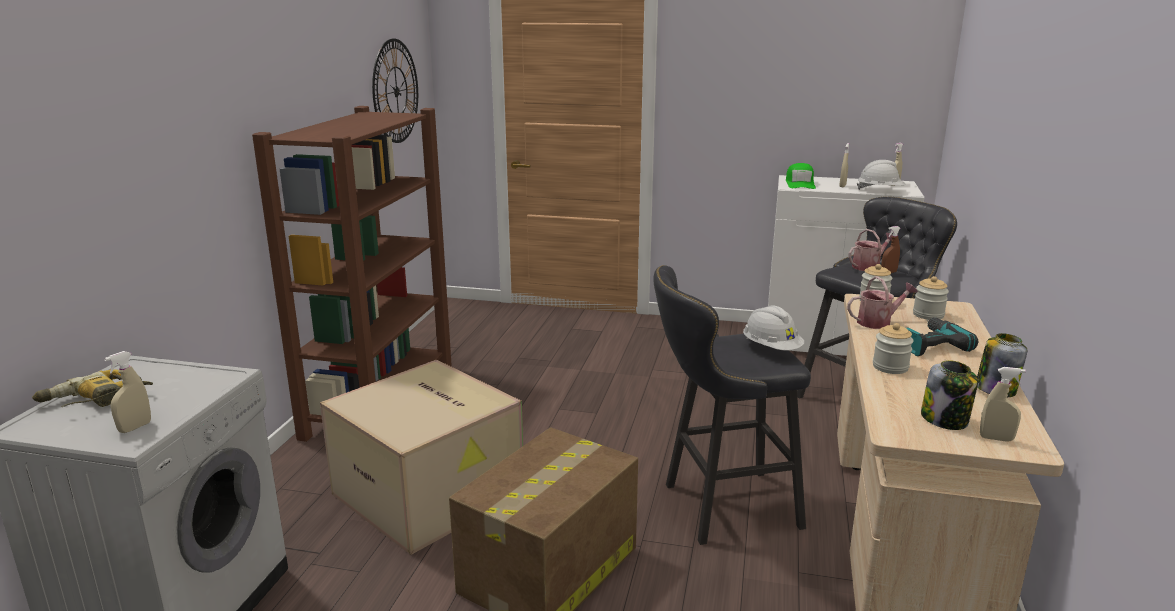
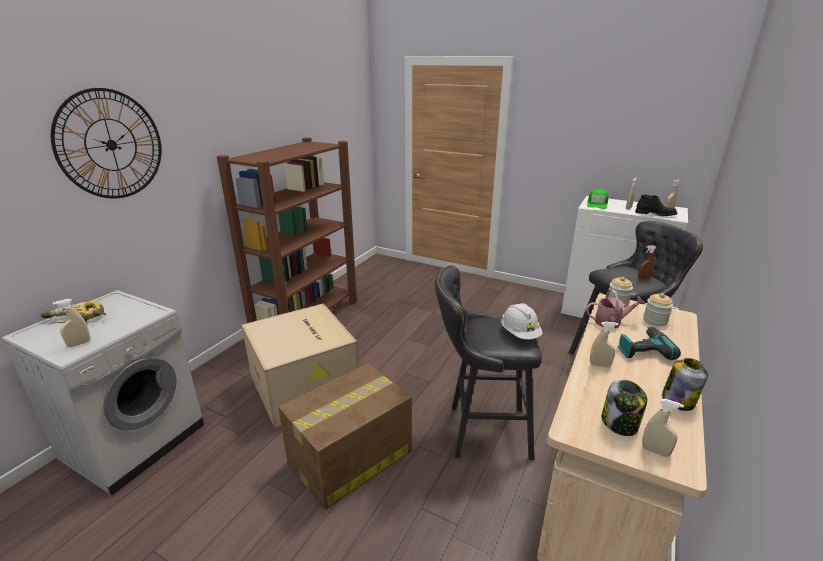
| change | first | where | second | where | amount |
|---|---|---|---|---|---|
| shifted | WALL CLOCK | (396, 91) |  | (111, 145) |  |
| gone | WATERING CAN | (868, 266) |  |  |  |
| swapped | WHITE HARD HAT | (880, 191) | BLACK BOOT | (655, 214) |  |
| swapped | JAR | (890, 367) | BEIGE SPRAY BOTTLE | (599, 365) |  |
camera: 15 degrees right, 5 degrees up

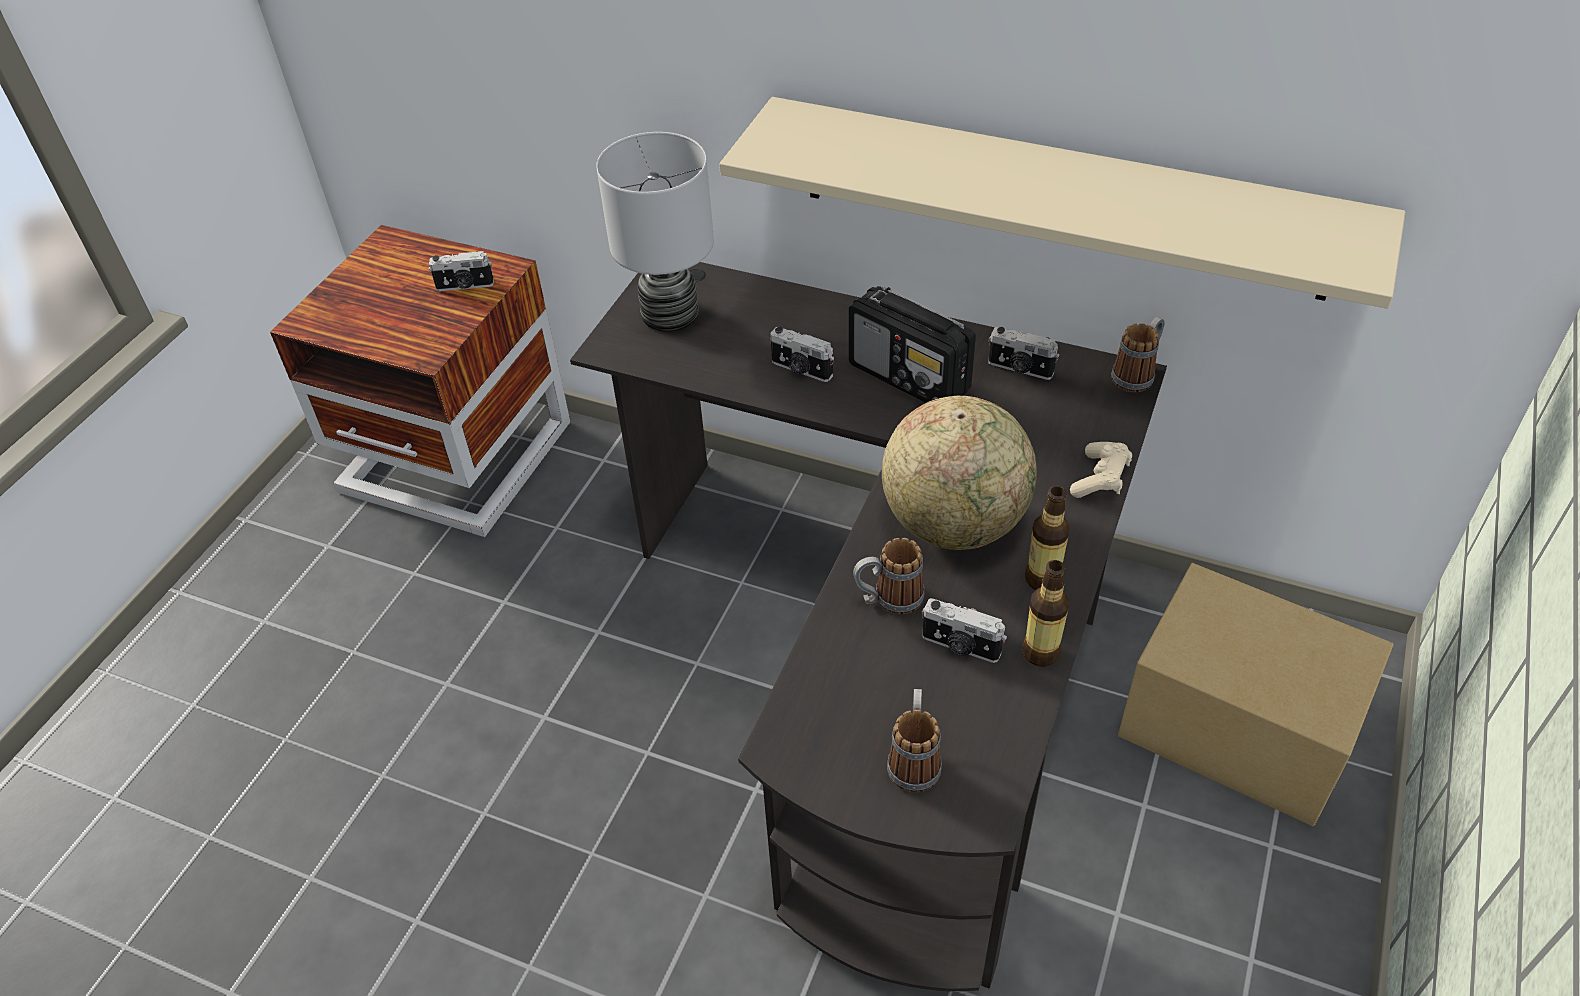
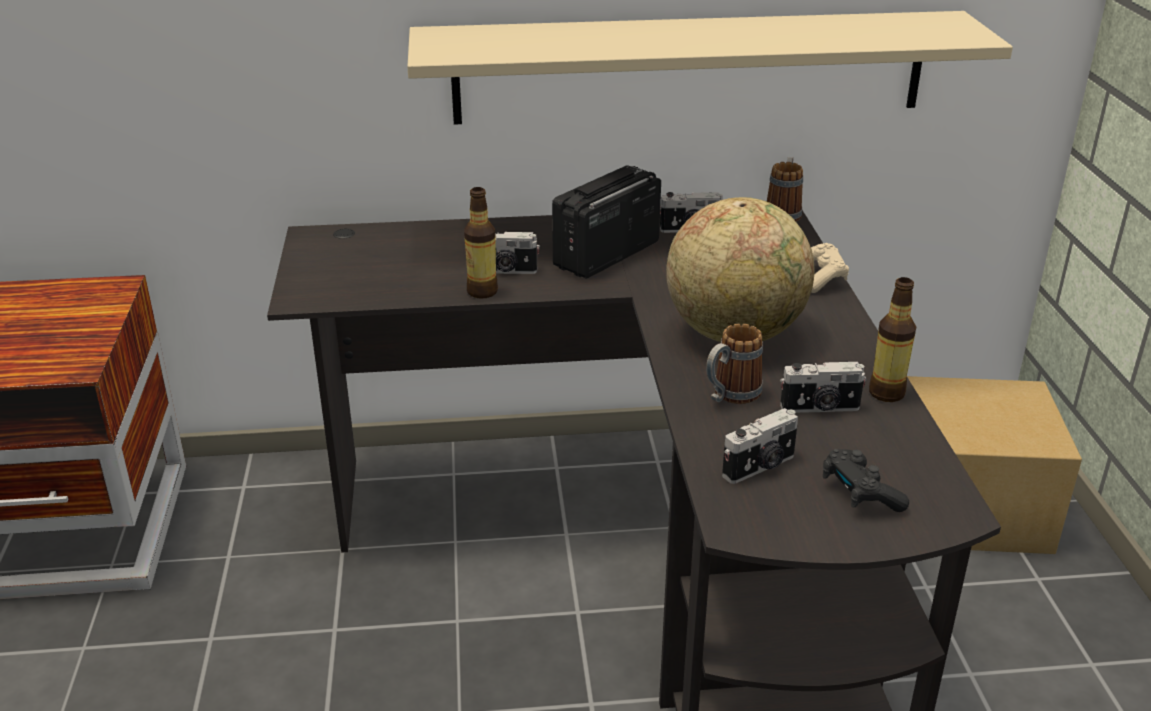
| change | first | where | second | where | amount |
|---|---|---|---|---|---|
| shifted | PHOTO CAMERA | (465, 286) |  | (760, 467) |  |
| gone | GREY TABLE LAMP | (670, 313) |  |  |  |
| rotated | RADIO | (910, 378) |  | (605, 255) | 120 degrees clockwise |
| swapped | MUG | (914, 759) | BLACK GAME CONTROLLER | (860, 493) |  |
| shifted | BOTTLE | (1042, 579) |  | (482, 292) |  |
camera: 30 degrees left, 15 degrees down

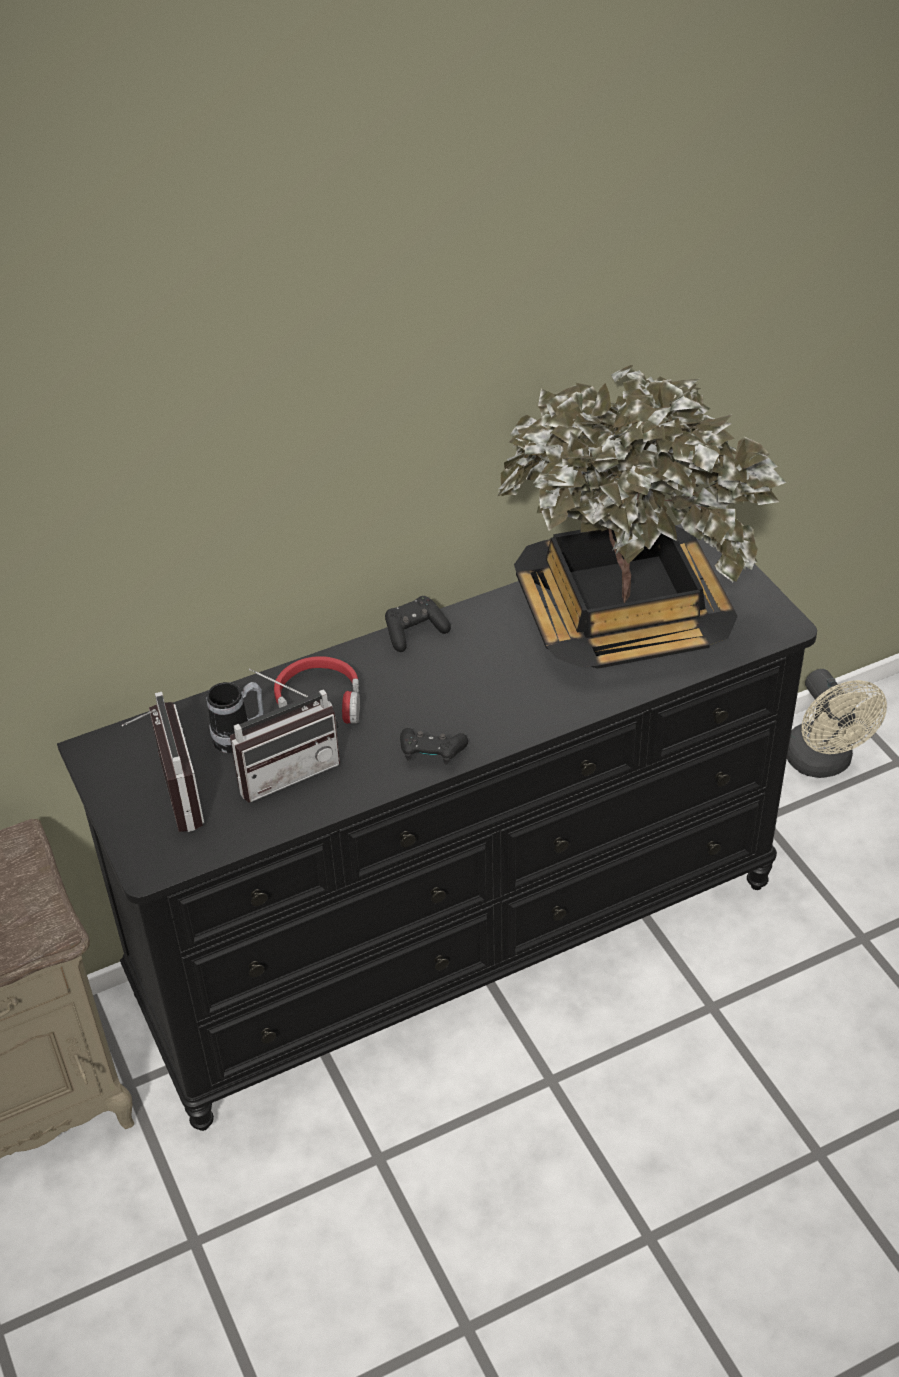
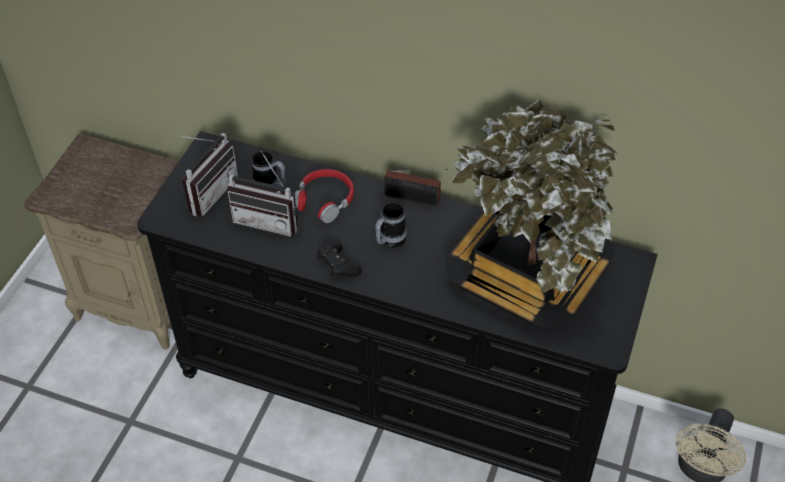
| change | first | where | second | where | amount |
|---|---|---|---|---|---|
| swapped | BLACK GAME CONTROLLER | (415, 632) | RADIO | (415, 199) |  |
| new |  |  | MUG | (389, 242) |  |
camera: 45 degrees right, 5 degrees up

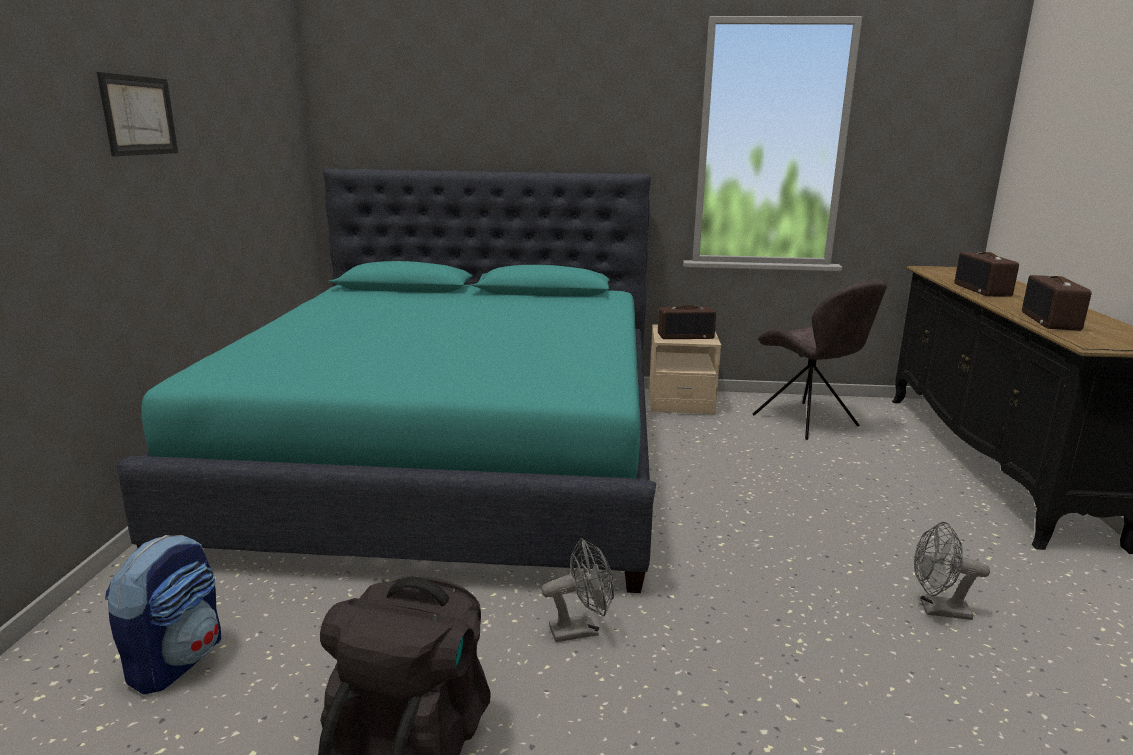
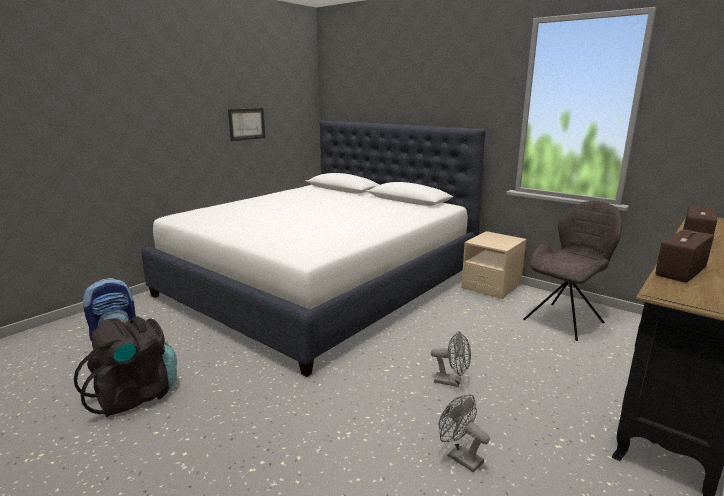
| change | first | where | second | where | amount |
|---|---|---|---|---|---|
| shifted | PICTURE | (138, 115) |  | (246, 124) |  |
| repainted | TURQUOISE BED | (453, 454) | WHITE BED | (321, 284) |  |
| shifted | GREY FAN | (581, 630) |  | (452, 381) |  |
| gone | RADIO | (685, 336) |  |  |  |
| rotated | GREY CHAIR | (807, 422) |  | (565, 320) | 135 degrees counterclockwise |
camera: 35 degrees right, 0 degrees up

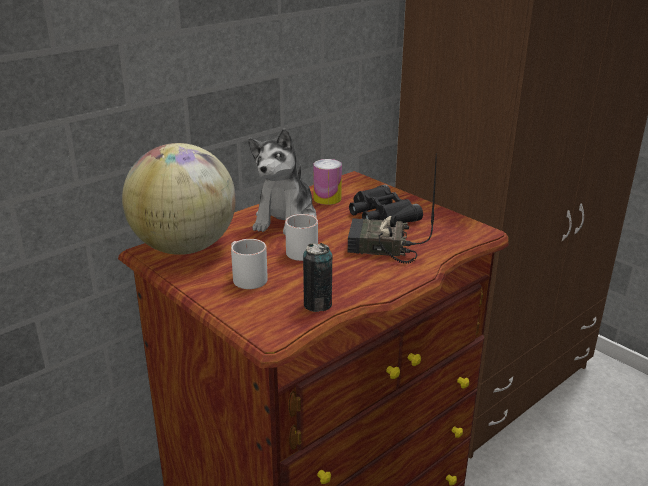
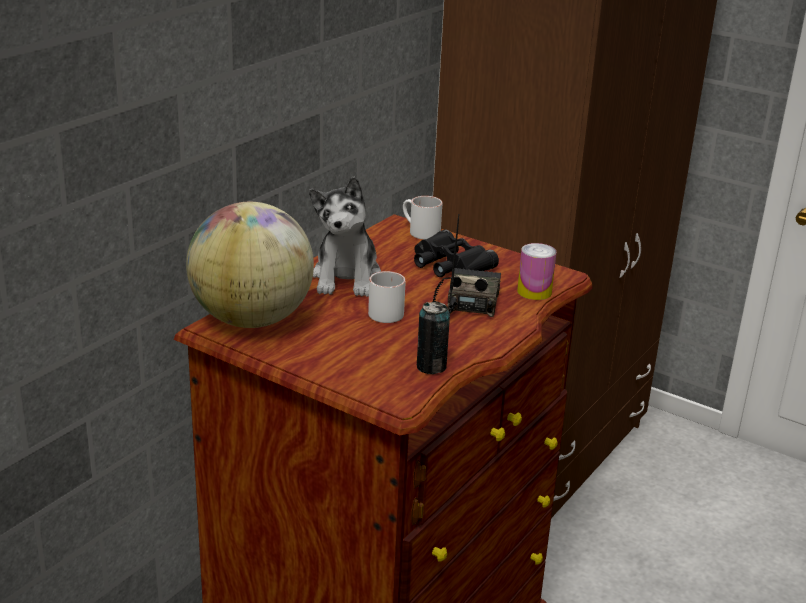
| change | first | where | second | where | amount |
|---|---|---|---|---|---|
| shifted | WHITE MUG | (245, 278) |  | (419, 232) |  |
| shifted | CAN | (327, 198) |  | (534, 292) |  |
| rotated | RADIO | (380, 248) |  | (466, 302) | 105 degrees clockwise |
camera: 15 degrees left, 0 degrees up

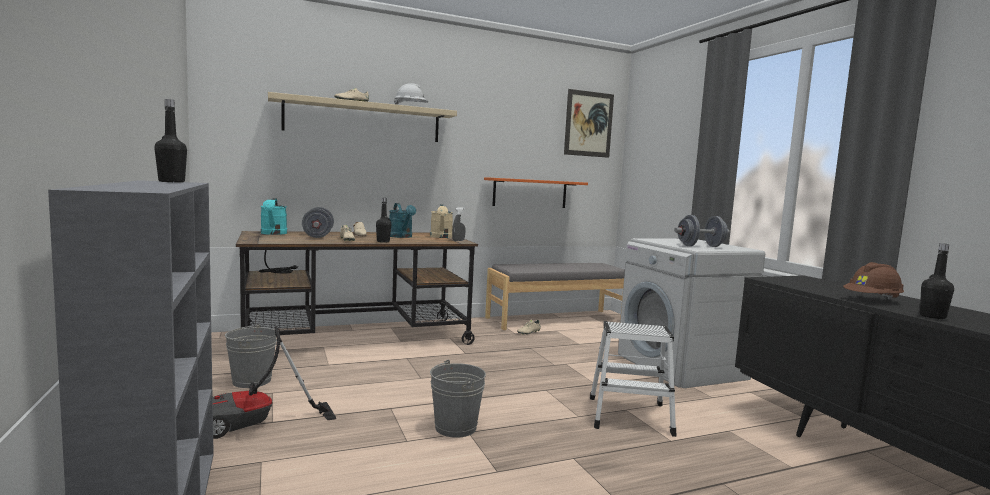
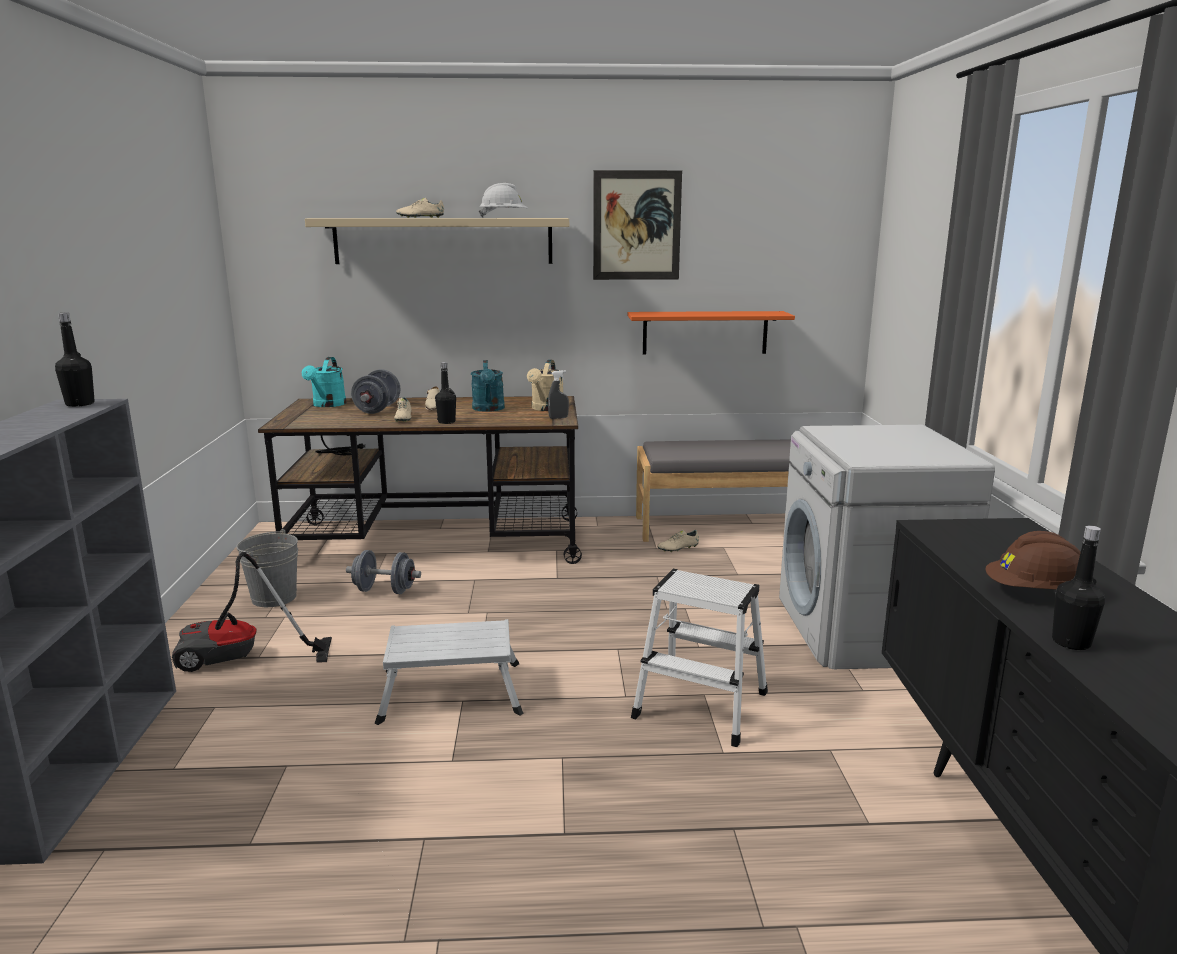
| change | first | where | second | where | amount |
|---|---|---|---|---|---|
| swapped | GREY BUCKET | (455, 427) | WHITE STEP LADDER | (452, 692) |  |
| shifted | PICTURE | (588, 124) |  | (636, 225) |  |
| shifted | GREY DUMBBELL | (700, 246) |  | (384, 590) |  |
camera: 20 degrees right, 10 degrees up

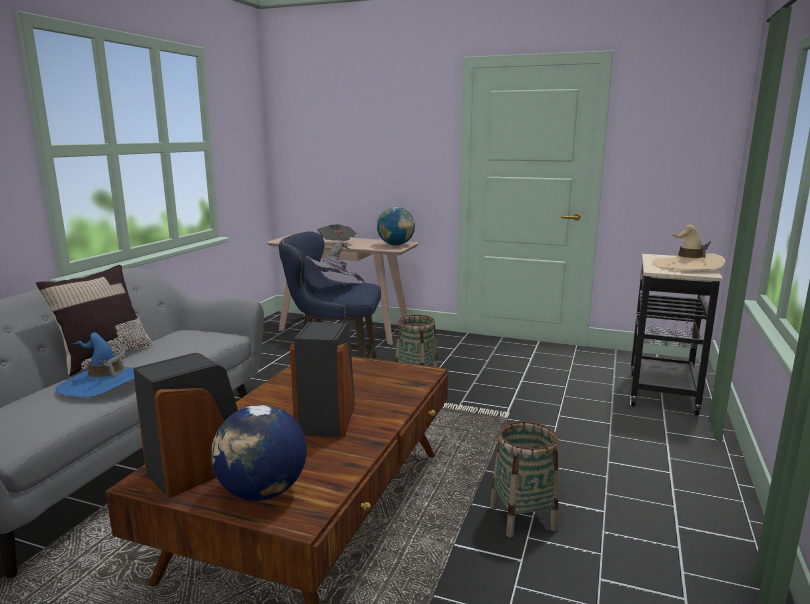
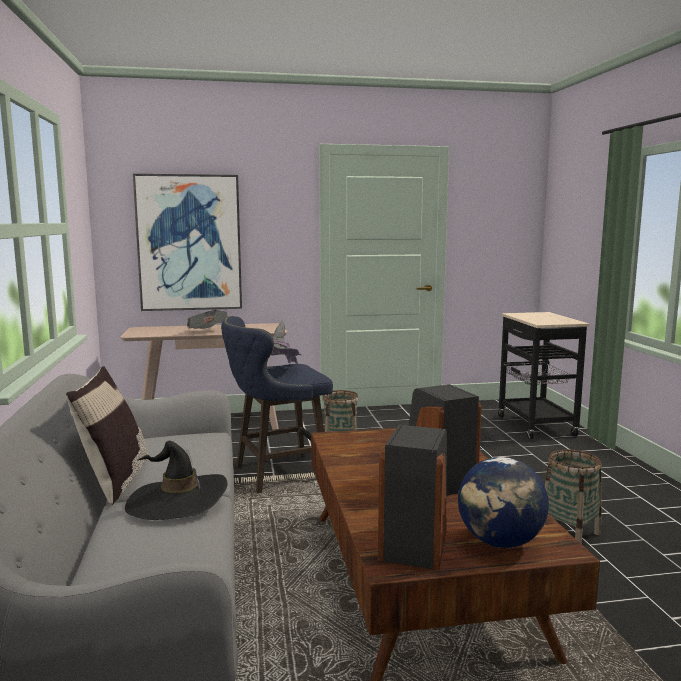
| change | first | where | second | where | amount |
|---|---|---|---|---|---|
| repainted | BLUE HAT | (104, 384) | BLACK HAT | (177, 501) |  |
| gone | GLOBE | (396, 245) |  |  |  |
| gone | BEIGE HAT | (687, 266) |  |  |  |
| new |  |  | PICTURE | (189, 243) |  |
camera: 30 degrees left, 5 degrees down

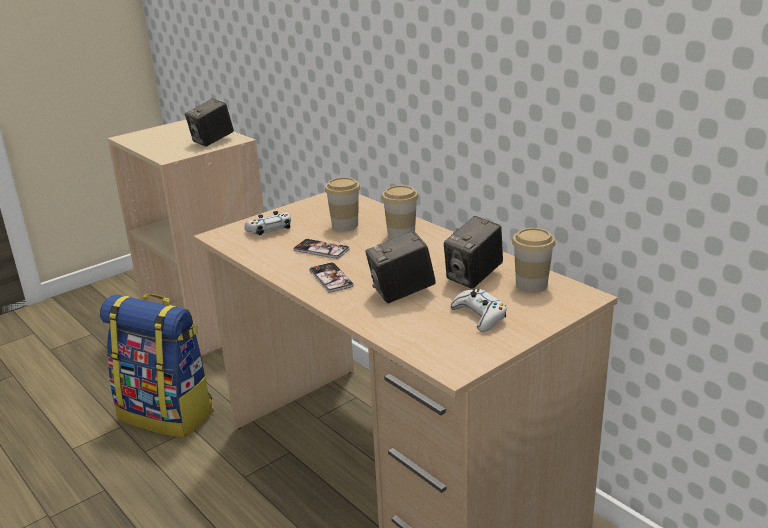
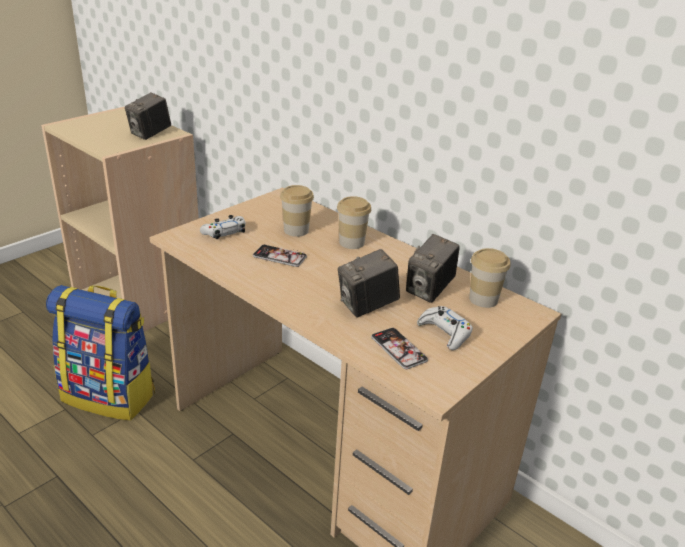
| change | first | where | second | where | amount |
|---|---|---|---|---|---|
| shifted | PHONE | (331, 278) |  | (398, 349) |  |
camera: 10 degrees left, 5 degrees up

